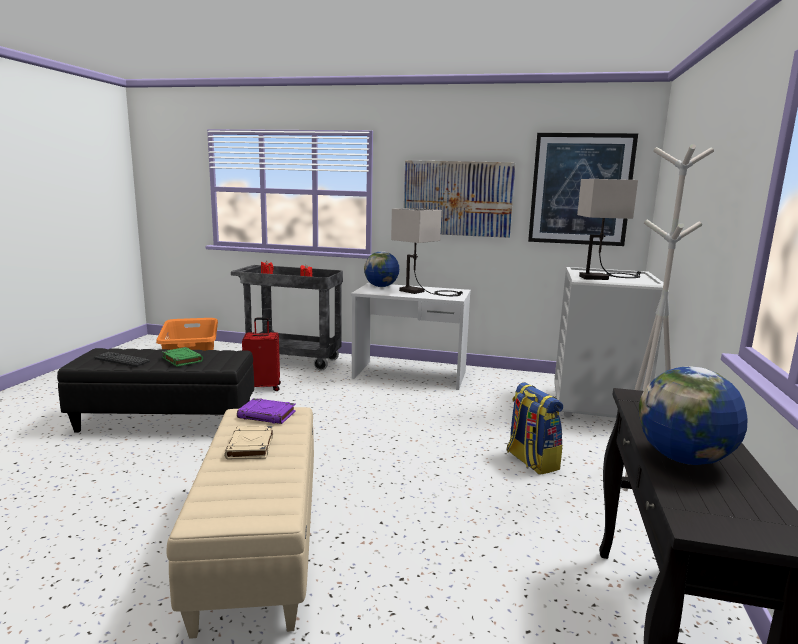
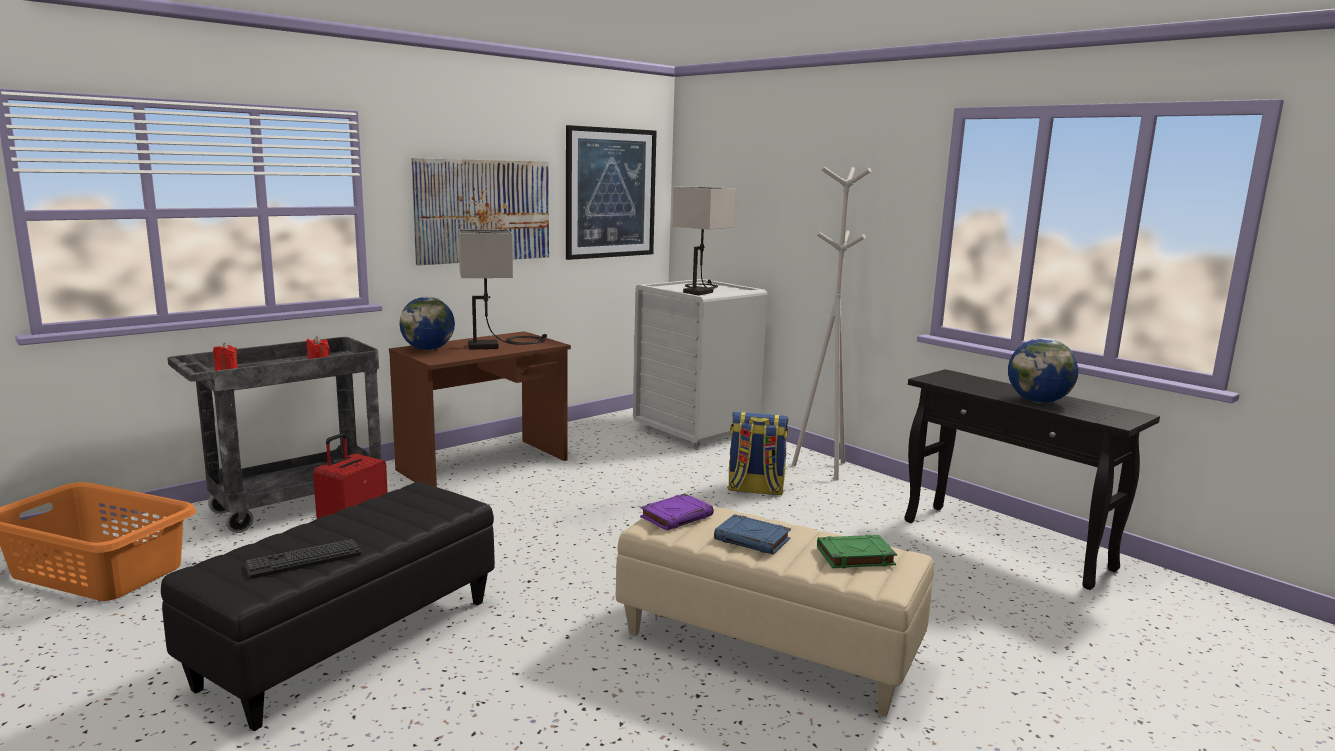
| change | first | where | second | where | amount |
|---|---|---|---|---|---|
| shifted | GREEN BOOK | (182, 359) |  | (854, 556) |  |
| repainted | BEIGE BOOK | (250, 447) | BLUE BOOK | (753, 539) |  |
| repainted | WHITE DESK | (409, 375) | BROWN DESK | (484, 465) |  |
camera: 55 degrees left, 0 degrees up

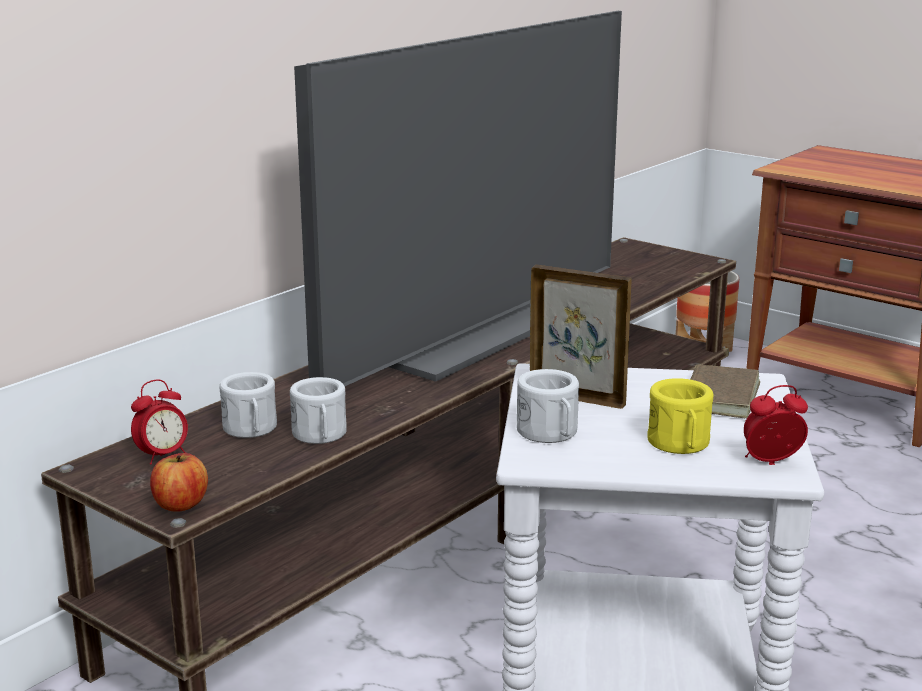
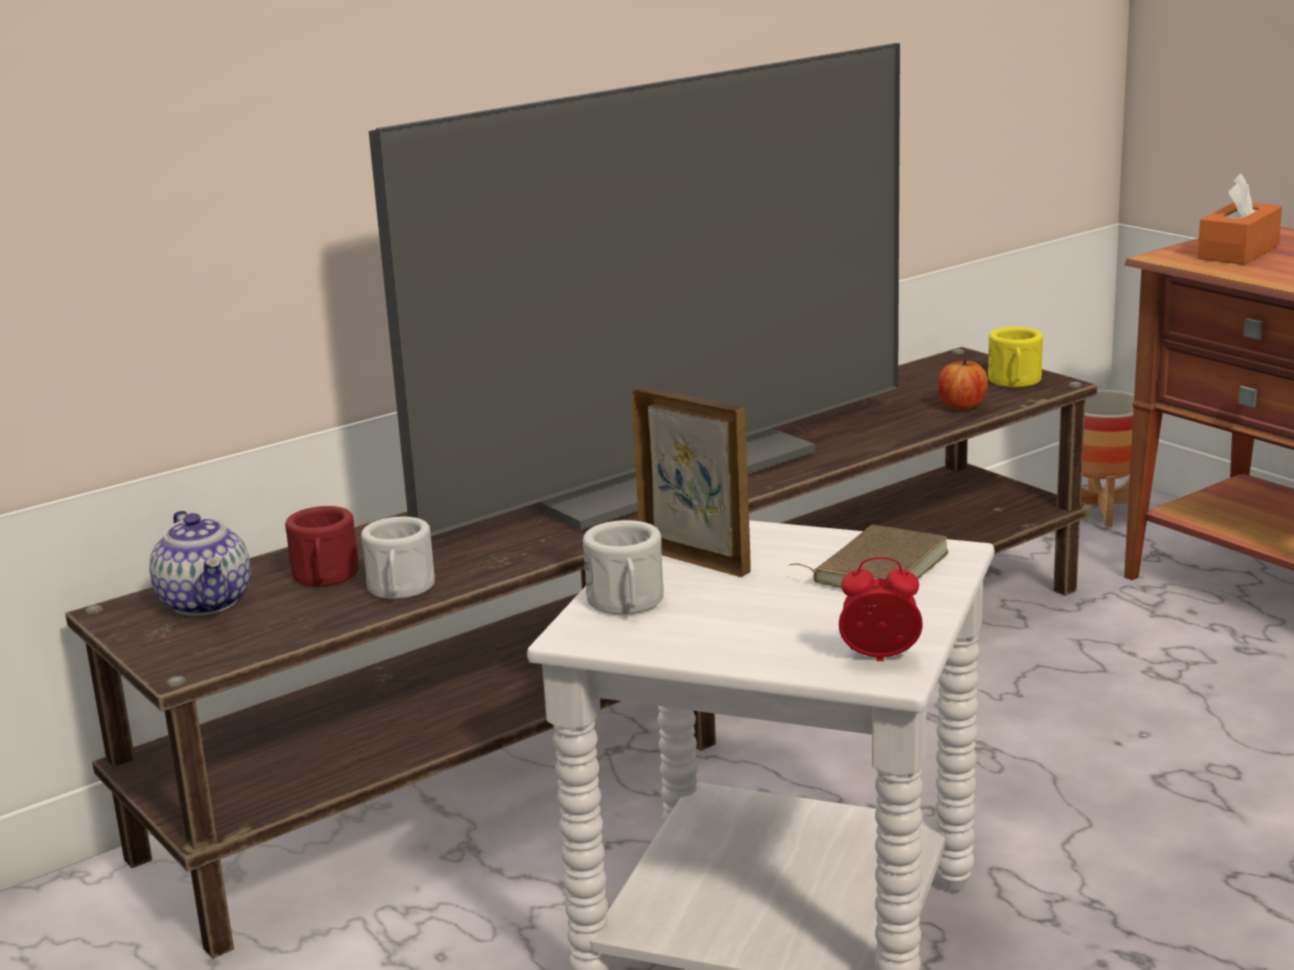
| change | first | where | second | where | amount |
|---|---|---|---|---|---|
| swapped | ALARM CLOCK | (163, 456) | TEAPOT | (207, 602) |  |
| shifted | APPLE | (180, 504) |  | (961, 406) |  |
| repainted | WHITE MUG | (251, 430) | RED MUG | (325, 577) |  |
| shifted | YELLOW MUG | (680, 445) |  | (1015, 382) |  |
| new |  |  | ORANGE TISSUE BOX | (1238, 252) |  |
camera: 15 degrees right, 0 degrees up

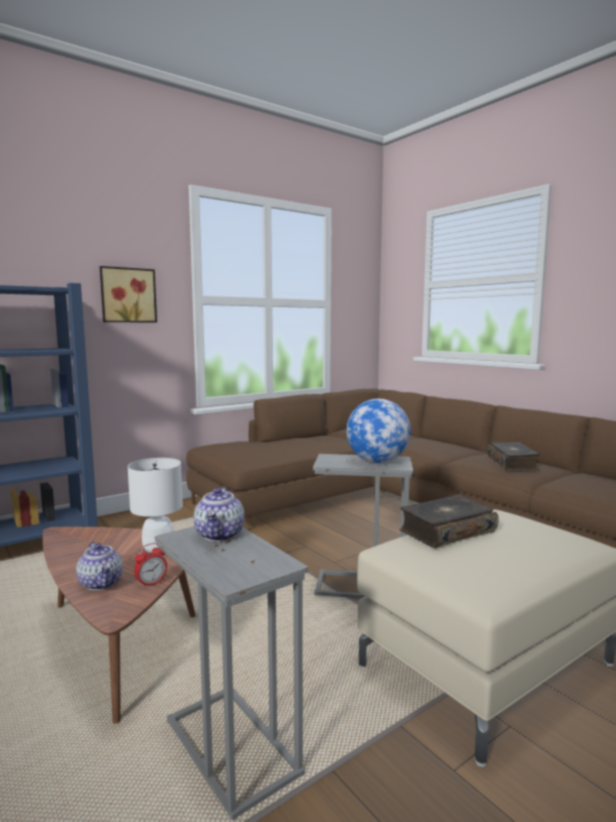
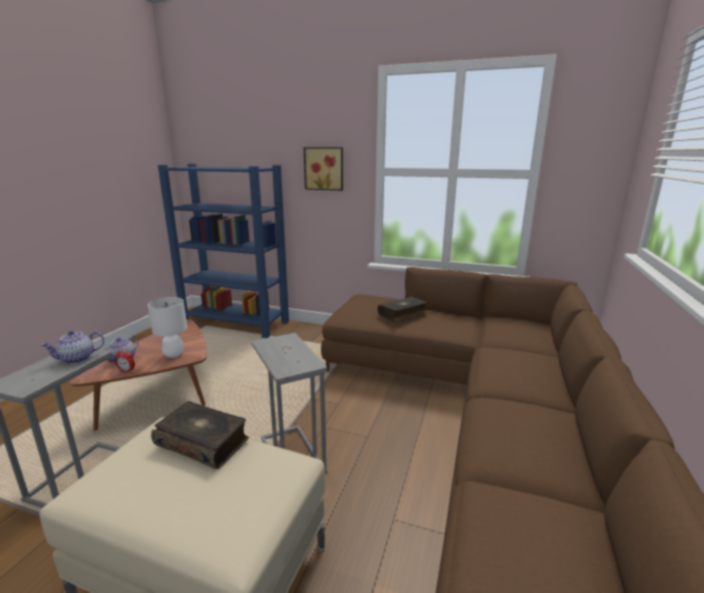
| change | first | where | second | where | amount |
|---|---|---|---|---|---|
| gone | GLOBE | (377, 462) |  |  |  |
| shifted | BOOK | (512, 463) |  | (402, 314) |  |
camera: 55 degrees right, 10 degrees up

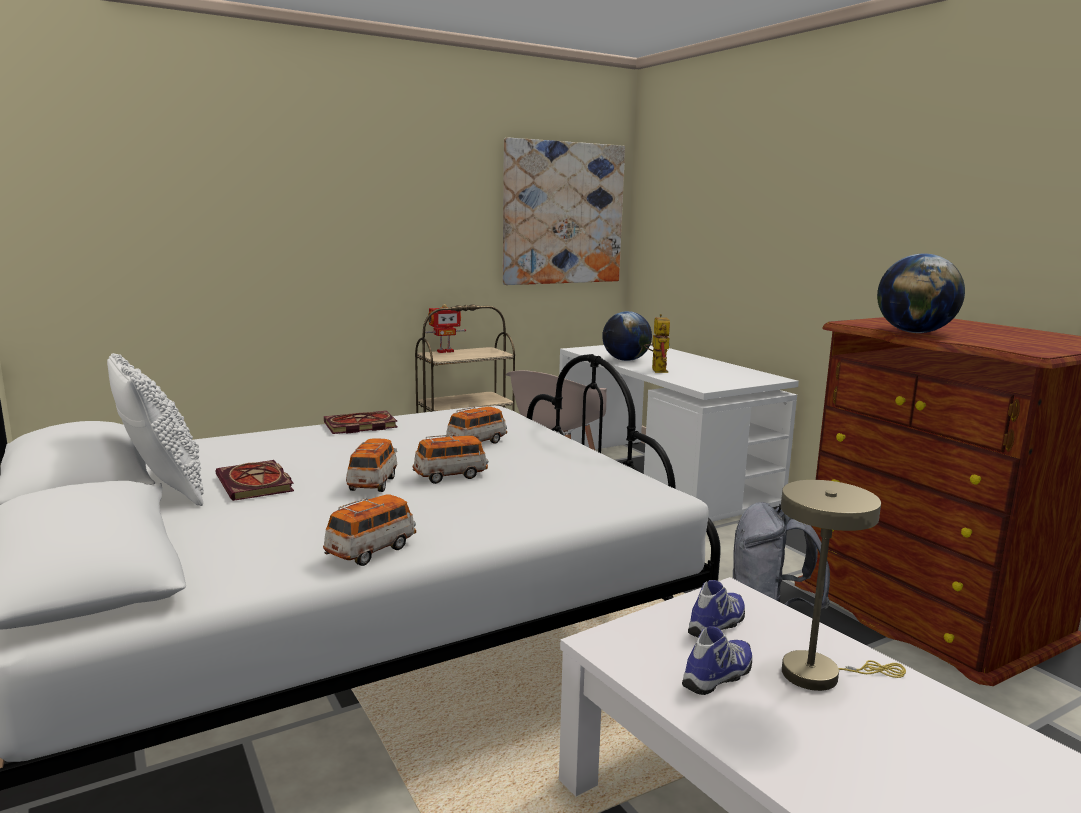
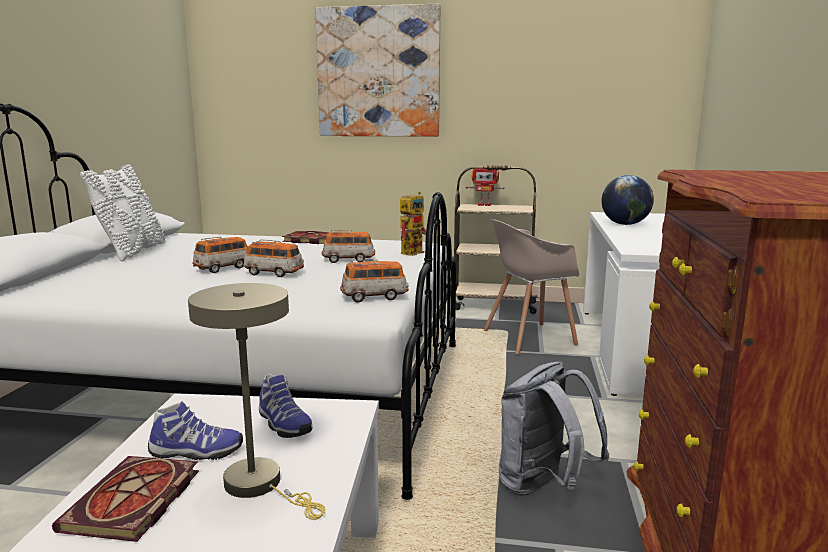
| change | first | where | second | where | amount |
|---|---|---|---|---|---|
| shifted | BOOK | (257, 484) |  | (133, 503) |  |
| shifted | TOY CAR | (371, 550) |  | (374, 297) |  |
| shifted | PICTURE | (563, 213) |  | (378, 72) |  |
| shifted | TOY ROBOT | (656, 369) |  | (414, 251) |  |
| rotated | SHOE | (718, 624) |  | (282, 424) | 60 degrees clockwise |
| gone | GLOBE | (914, 332) |  |  |  |
camera: 40 degrees right, 0 degrees up

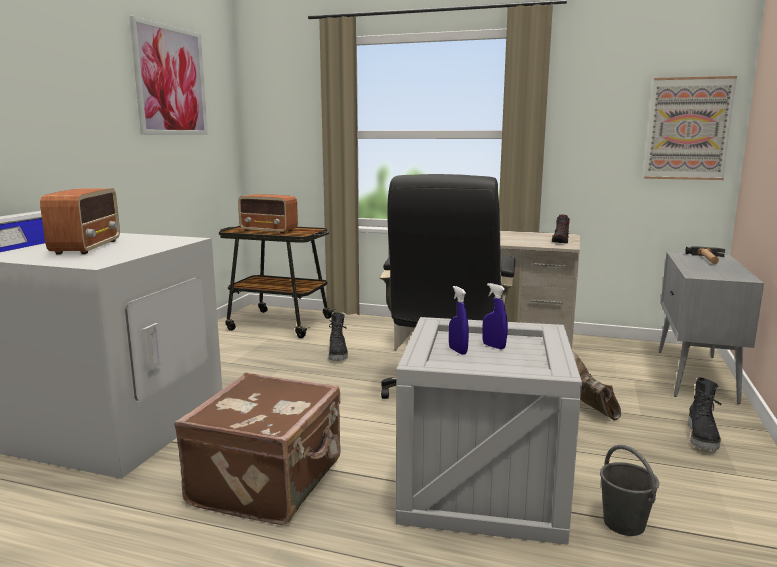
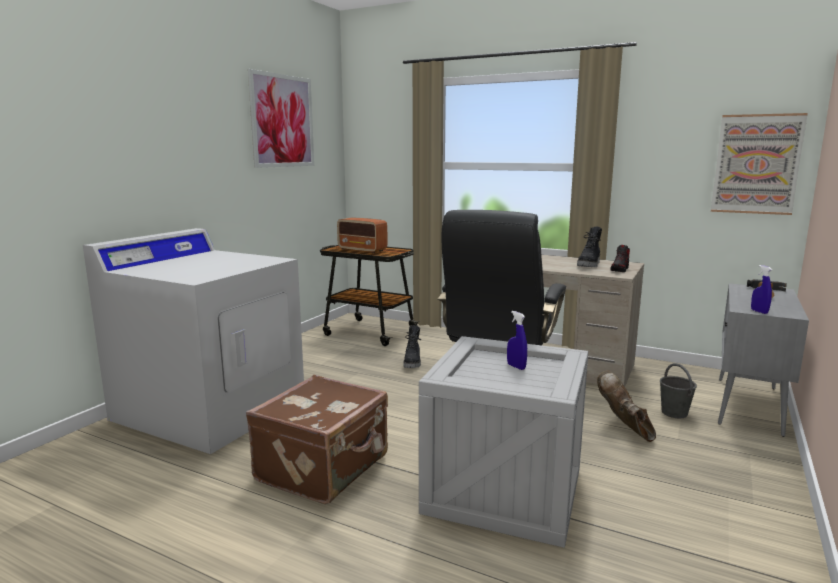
| change | first | where | second | where | amount |
|---|---|---|---|---|---|
| gone | RADIO | (87, 247) |  |  |  |
| shifted | BLUE SPRAY BOTTLE | (457, 351) |  | (759, 311) |  |
| shifted | GREY BUCKET | (624, 524) |  | (674, 413) |  |
| shifted | BLACK BOOT | (703, 437) |  | (589, 265) |  |
camera: 10 degrees right, 0 degrees up

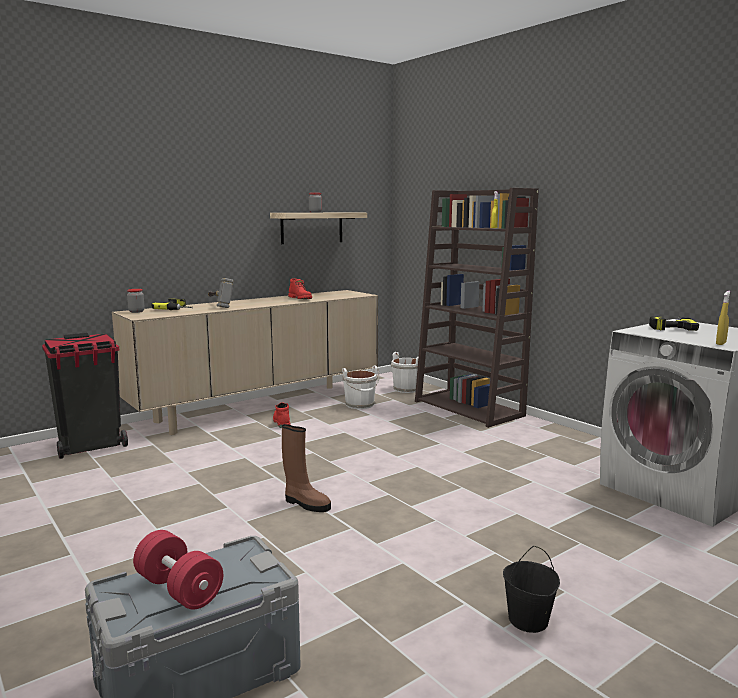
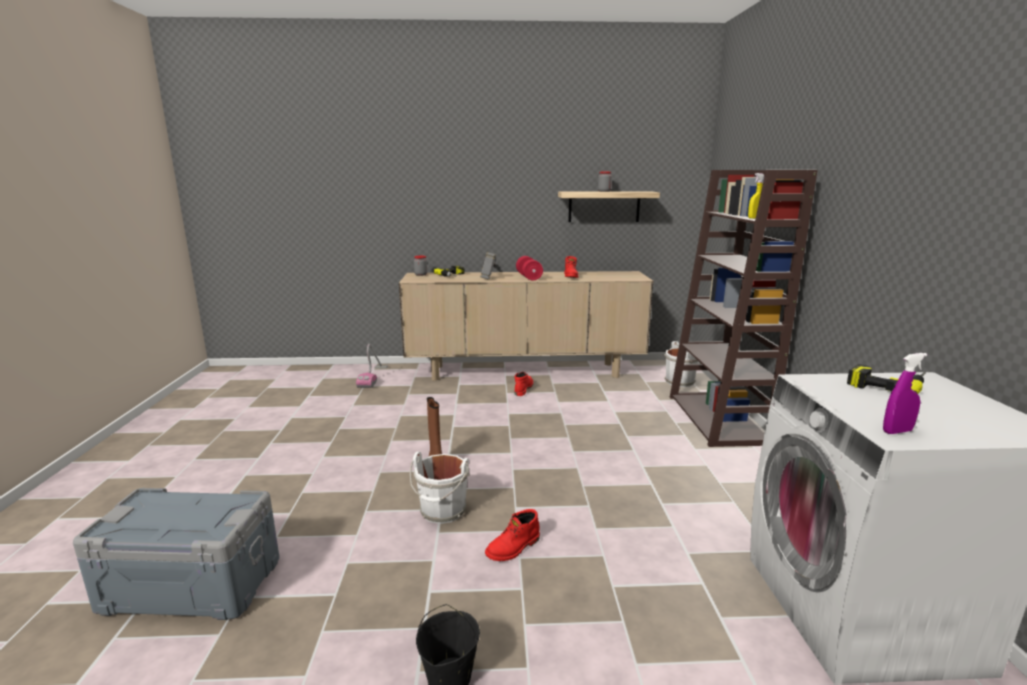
| change | first | where | second | where | amount |
|---|---|---|---|---|---|
| swapped | BLACK TRASH CAN | (91, 447) | VACUUM CLEANER | (373, 377) |  |
| shifted | RED DUMBBELL | (179, 589) |  | (529, 277) |  |
| shifted | WHITE BUCKET | (360, 405) |  | (442, 512) |  |
| repainted | YELLOW SPRAY BOTTLE | (721, 343) | PURPLE SPRAY BOTTLE | (897, 431) |  |
| new |  |  | RED BOOT | (514, 548) |  |
camera: 35 degrees right, 5 degrees up

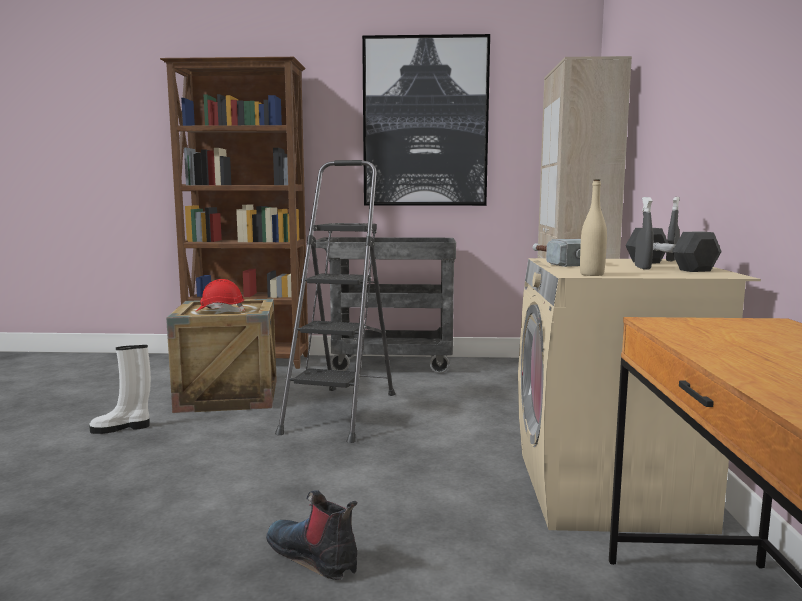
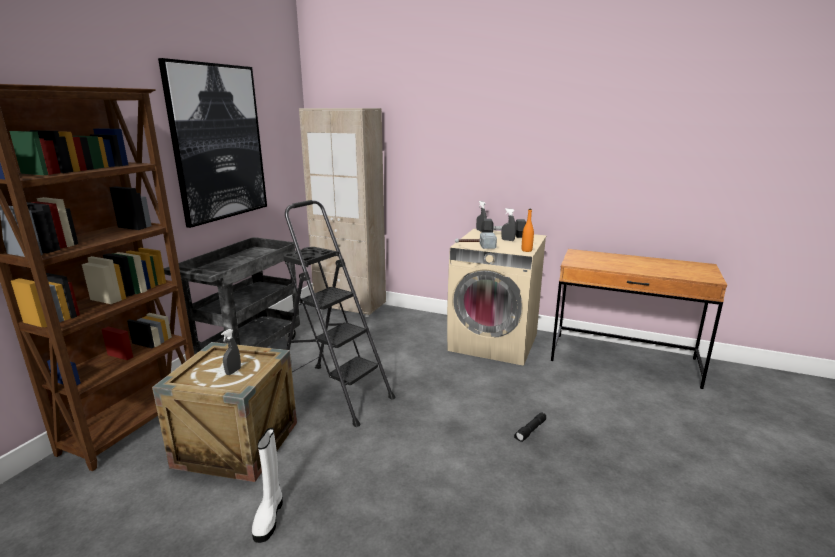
| change | first | where | second | where | amount |
|---|---|---|---|---|---|
| swapped | RED HARD HAT | (220, 311) | GREY SPRAY BOTTLE | (233, 371) |  |
| swapped | BOOT | (314, 556) | BLACK FLASHLIGHT | (531, 431) |  |
| repainted | BEIGE BOTTLE | (591, 274) | ORANGE BOTTLE | (526, 250) |  |
camera: 70 degrees left, 10 degrees up

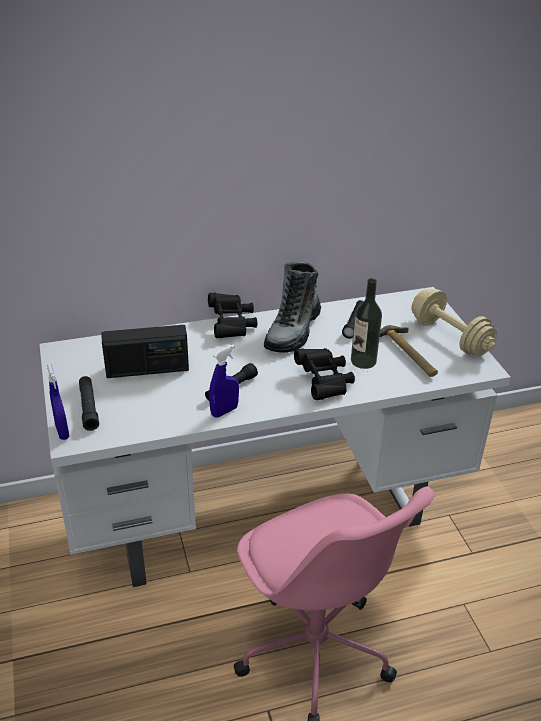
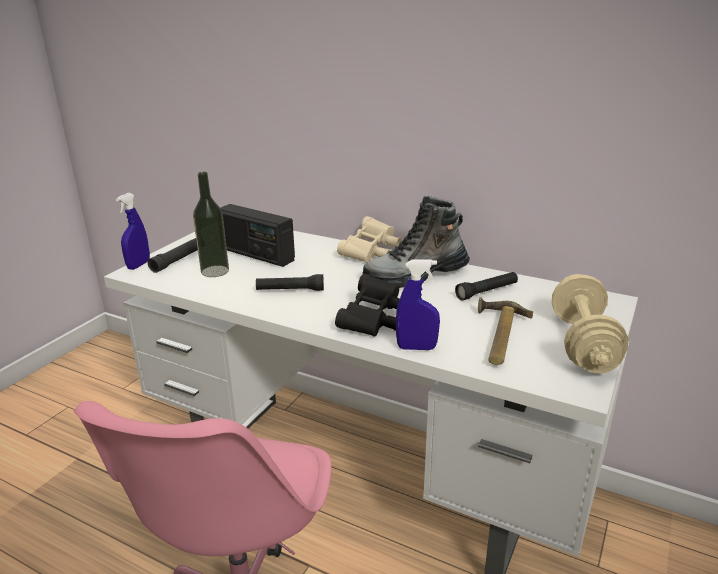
| change | first | where | second | where | amount |
|---|---|---|---|---|---|
| repainted | BLACK BINOCULARS | (232, 325) | BEIGE BINOCULARS | (371, 253) |  |
| shifted | BLUE SPRAY BOTTLE | (224, 411) |  | (416, 348) |  |
| shifted | BOTTLE | (363, 361) |  | (215, 271) |  |
camera: 45 degrees right, 10 degrees down

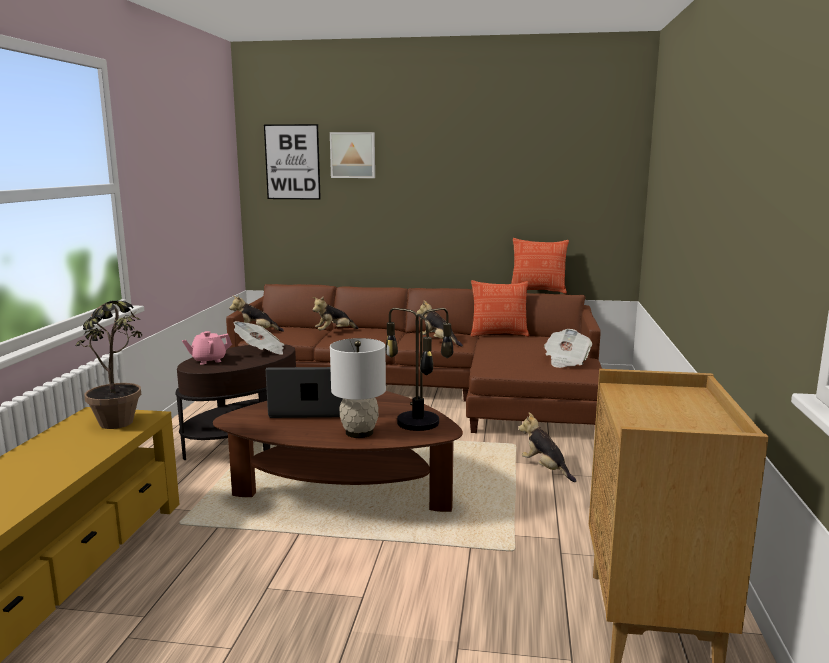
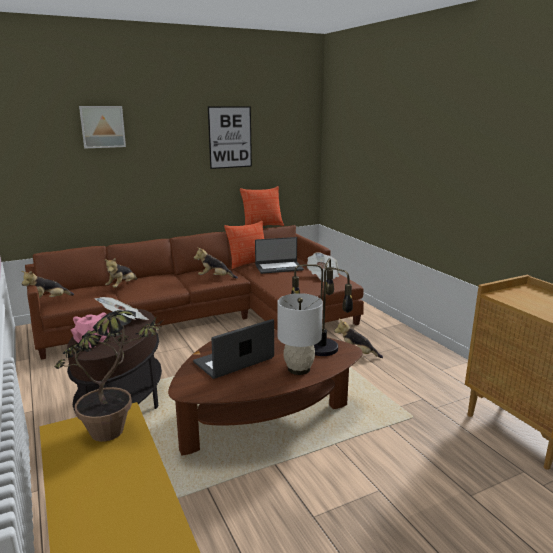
| change | first | where | second | where | amount |
|---|---|---|---|---|---|
| shifted | PICTURE | (292, 162) |  | (230, 137) |  |
| new |  |  | LAPTOP | (279, 267) |  |
camera: 35 degrees left, 5 degrees up

